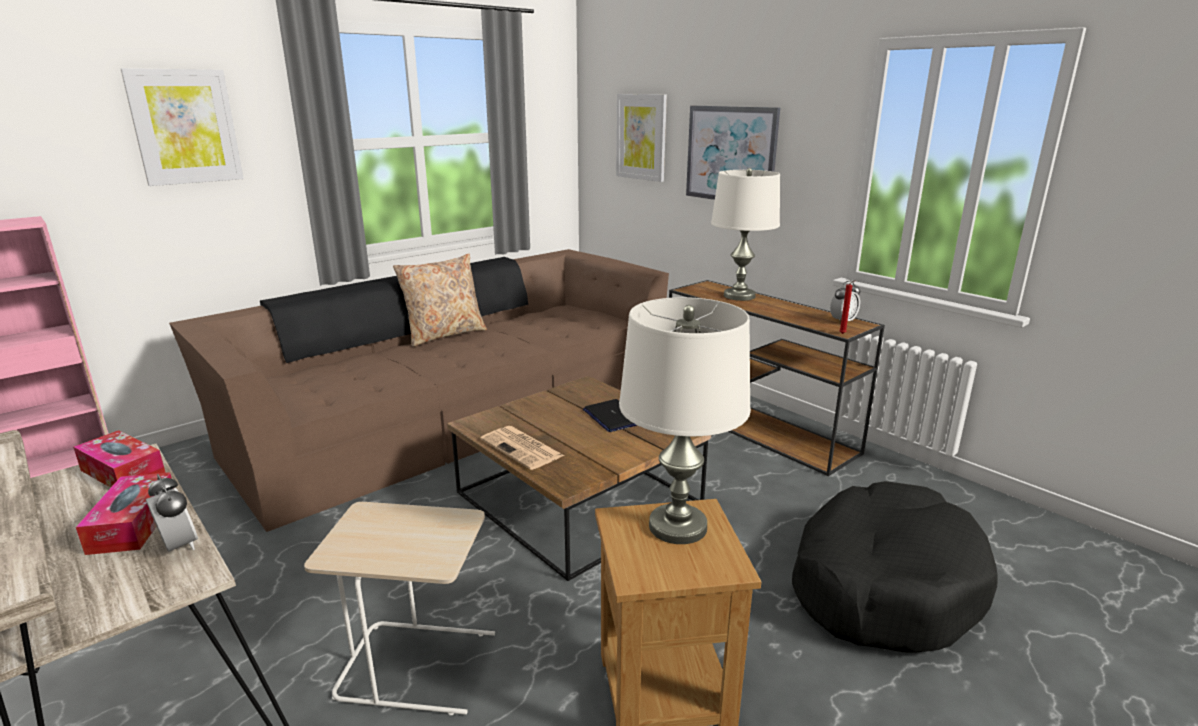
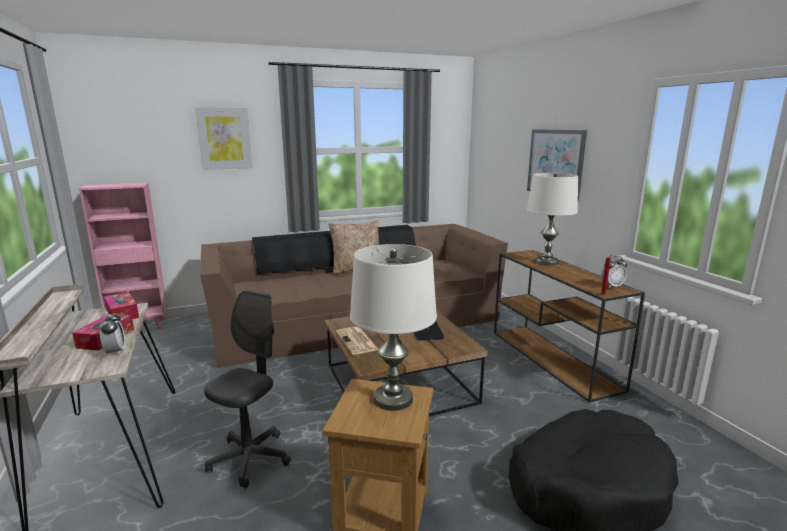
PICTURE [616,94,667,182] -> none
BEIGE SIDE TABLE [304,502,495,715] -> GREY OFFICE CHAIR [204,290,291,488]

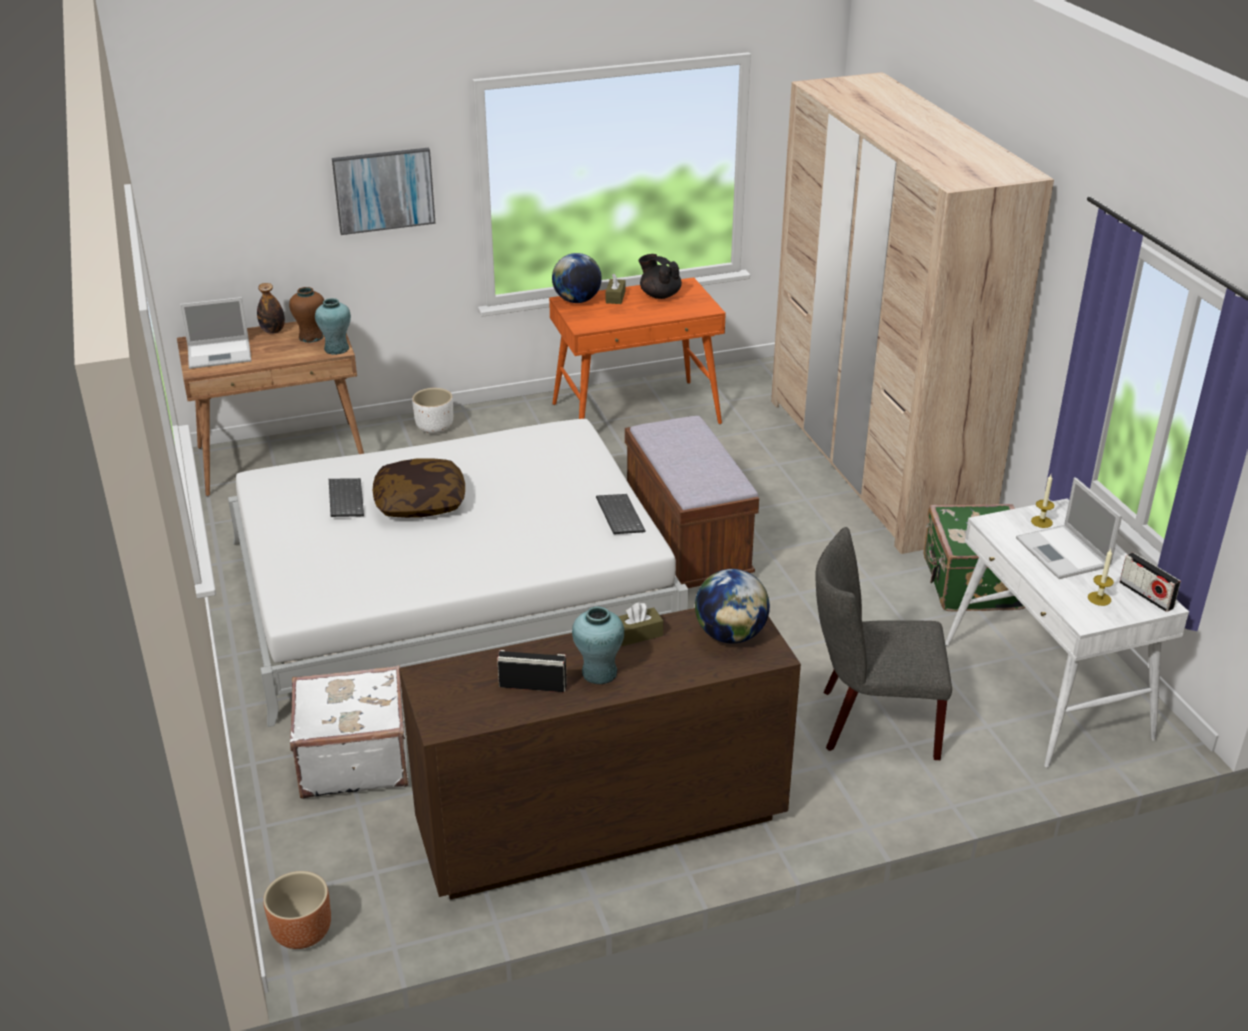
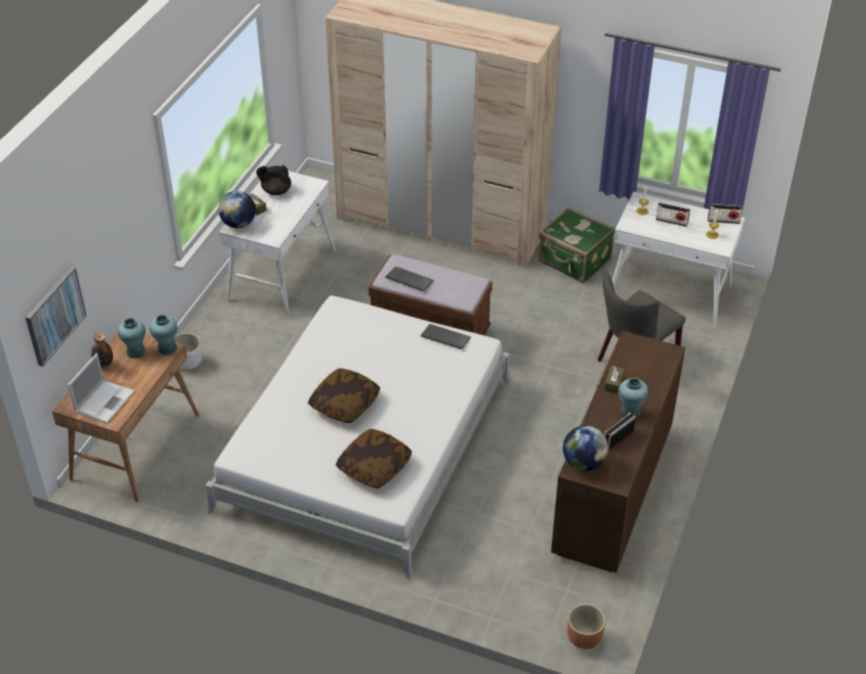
PICTURE [332,148,436,235] -> PICTURE [25,267,87,367], relocated
ORANGE DESK [549,277,726,424] -> WHITE DESK [219,171,336,317]
BROWN VASE [289,287,324,343] -> TURQUOISE VASE [118,318,146,358]
KEYBOARD [329,478,364,517] -> KEYBOARD [385,266,434,291], relocated
LAPTOP [1016,478,1122,579] -> RADIO [656,203,690,227]
GLOBE [695,569,770,643] -> GLOBE [563,426,608,471], relocated
WHITE SUITCASE [290,665,409,799] -> none
none -> PILLOW [335,429,412,489]

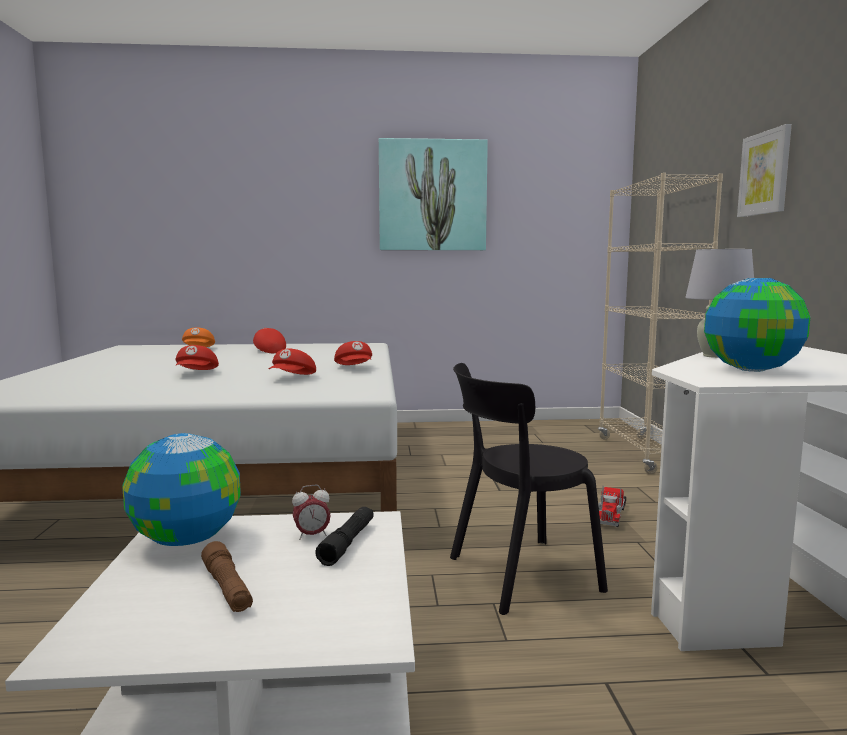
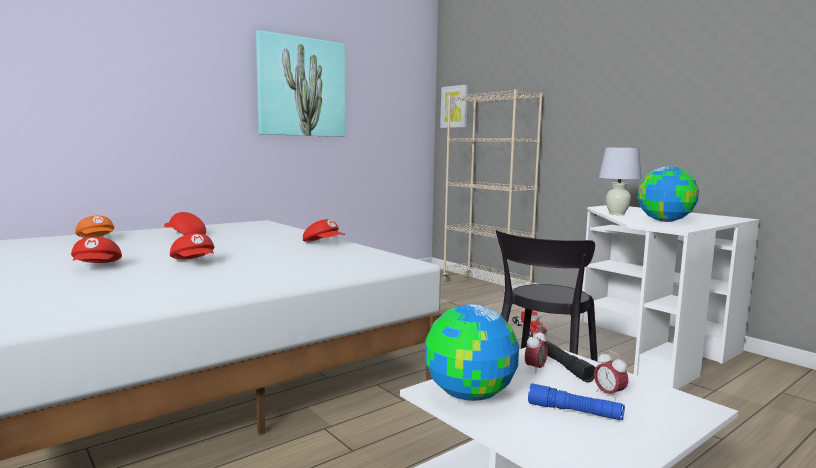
PICTURE [737,124,792,217] -> PICTURE [440,85,468,128], relocated
RED CAP [269,349,316,375] -> RED CAP [71,237,122,263], relocated
BROWN FLASHLIGHT [201,541,253,612] -> BLUE FLASHLIGHT [528,383,625,420]
none -> ALARM CLOCK [594,350,628,401]

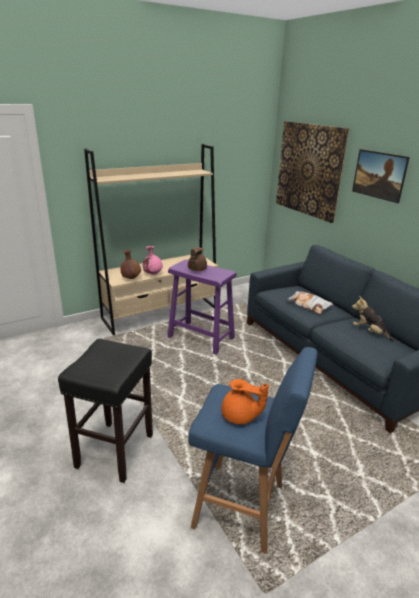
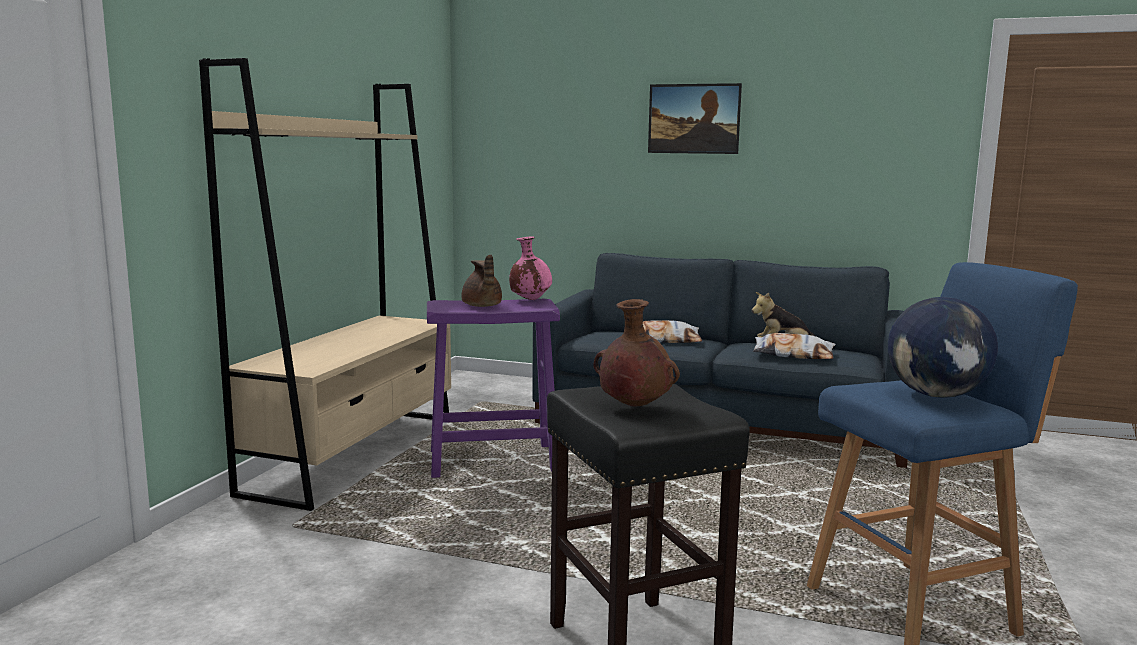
PICTURE [276,121,349,223] -> none
PINK VASE [143,246,163,275] -> PINK VASE [509,236,552,300], relocated
BROWN VASE [121,250,141,279] -> BROWN VASE [594,299,680,406], relocated
ORANGE TEAPOT [222,379,269,424] -> GLOBE [888,297,998,398]
none -> PILLOW [753,333,836,359]

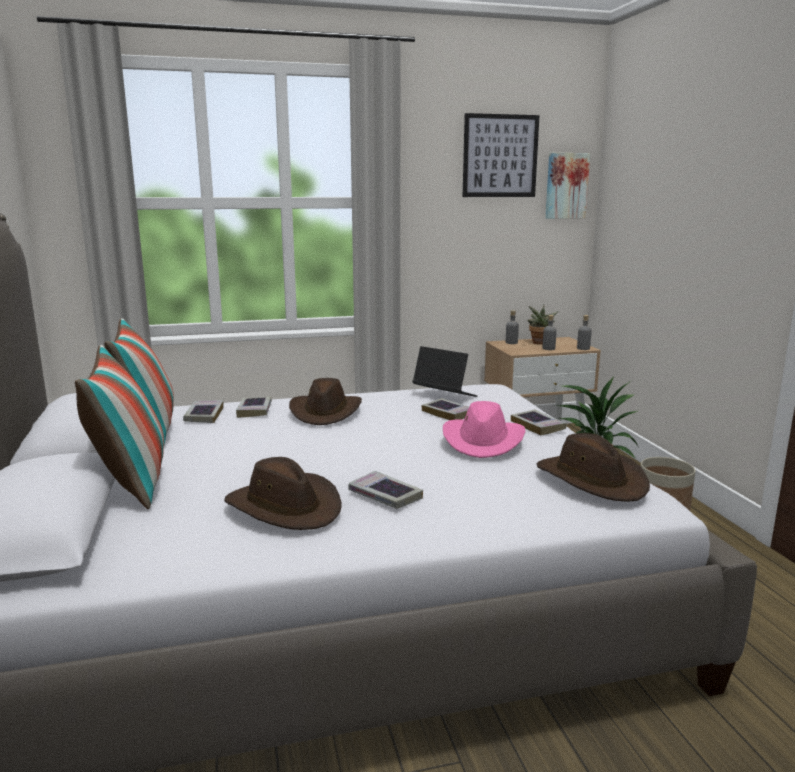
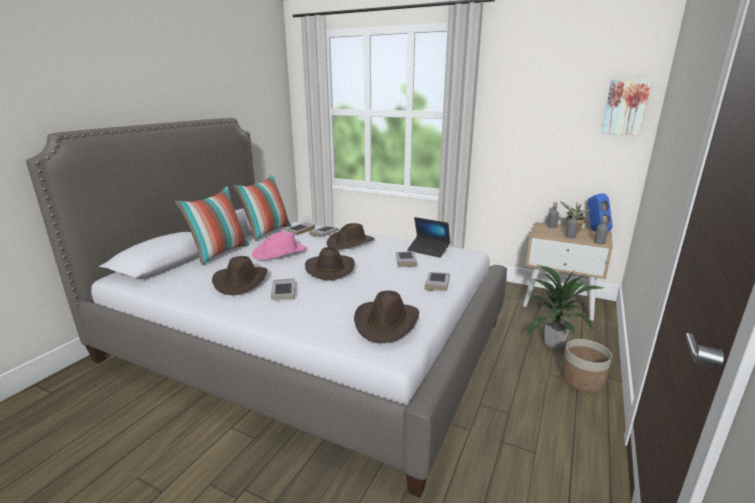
PICTURE [463,113,540,197] -> none
LAPTOP [412,346,478,397] -> LAPTOP [407,217,450,258], 135 degrees clockwise
PINK HAT [443,401,526,458] -> PINK HAT [252,232,306,260], relocated
none -> BLUE SPEAKER [587,193,613,232]
none -> BROWN HAT [305,247,355,281]

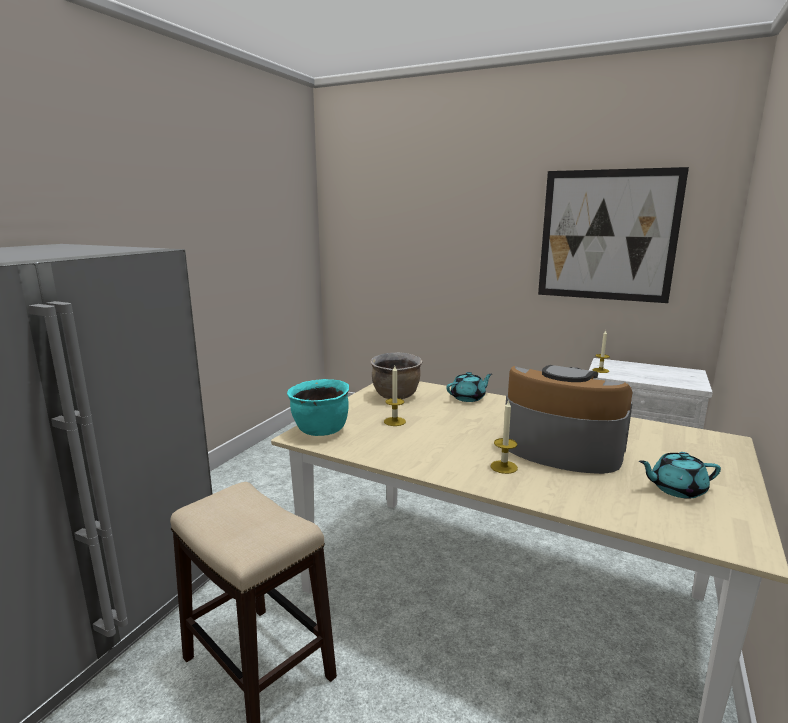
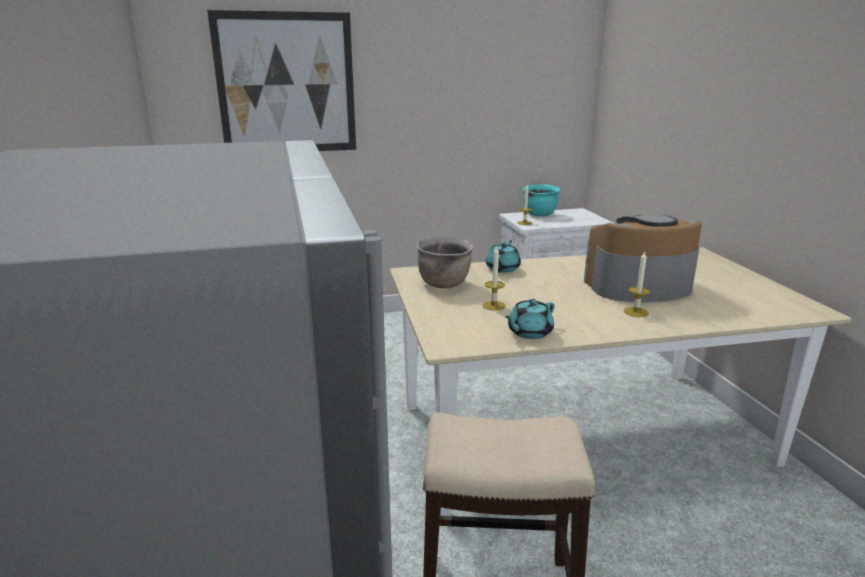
PICTURE [538,167,689,303] -> PICTURE [207,10,356,151], relocated
TURQUOISE COOKING POT [287,379,349,436] -> TURQUOISE COOKING POT [523,184,561,216], relocated
TURQUOISE TEAPOT [639,452,721,499] -> TURQUOISE TEAPOT [505,299,555,339], relocated

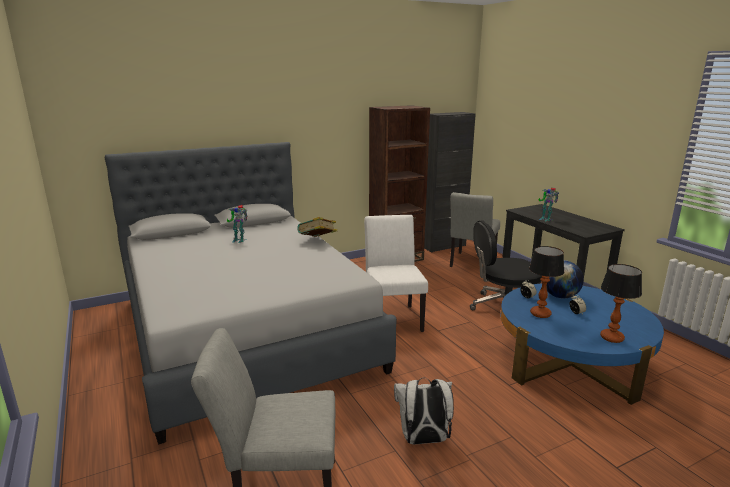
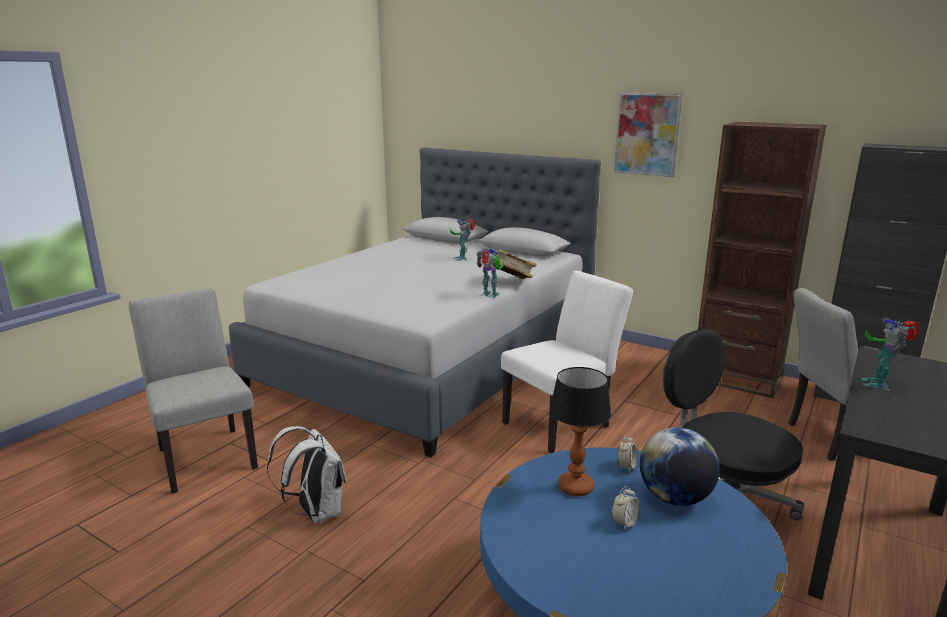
TABLE LAMP [600,264,642,343] -> none
none -> PICTURE [614,93,682,177]
none -> TOY ROBOT [476,248,504,298]

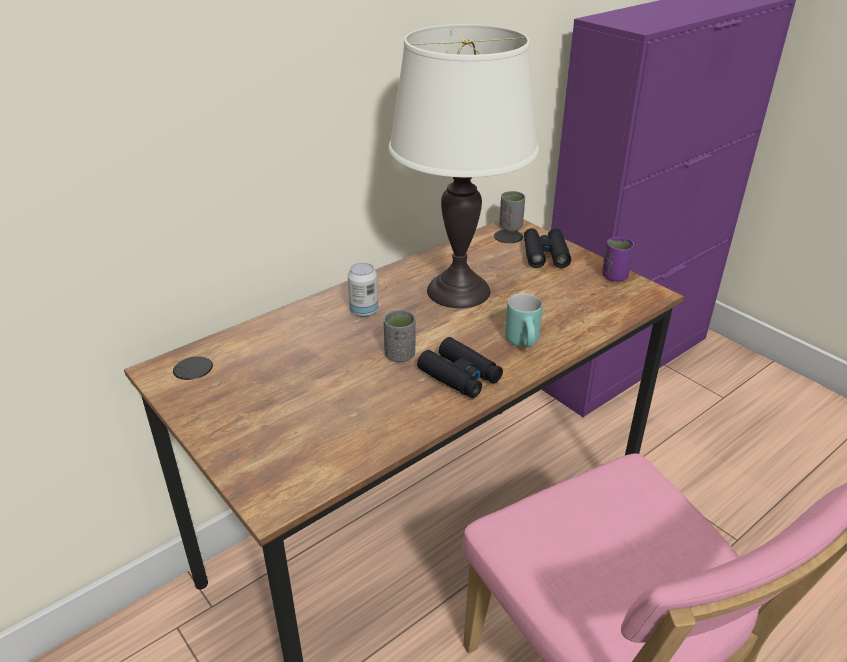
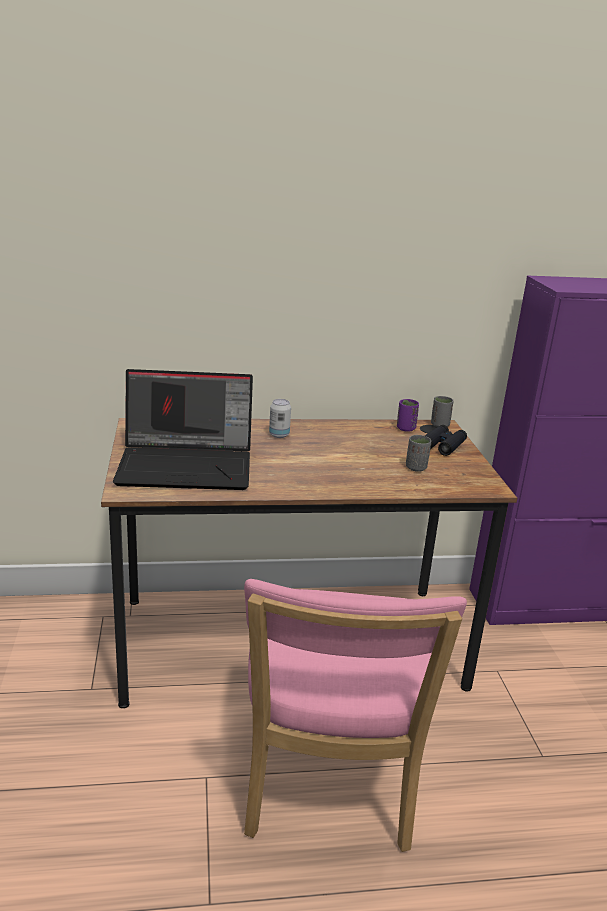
WHITE TABLE LAMP [388,24,539,308] -> none
PURPLE CUP [602,237,634,282] -> PURPLE CUP [397,399,419,432], relocated
TURQUOISE MUG [505,293,543,348] -> none
GREY CUP [384,310,416,362] -> GREY CUP [406,435,431,472], relocated
BLACK BINOCULARS [417,337,503,398] -> none
none -> LAPTOP [113,369,253,490]

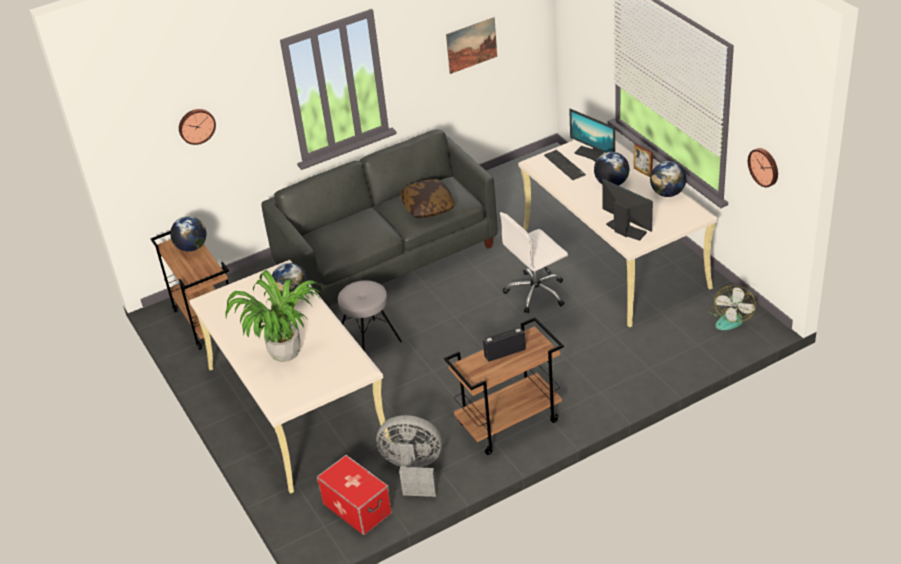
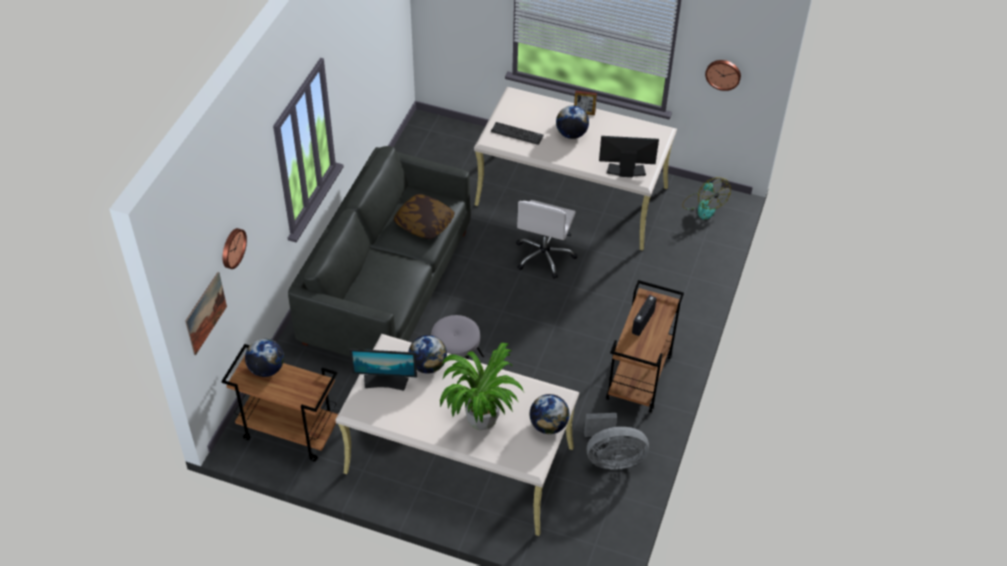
PICTURE [446,17,497,74] -> PICTURE [185,272,227,355], relocated
MONITOR [569,109,615,162] -> MONITOR [349,349,417,391], relocated
GLOBE [650,161,686,197] -> GLOBE [530,394,569,434], relocated
GREY FAN [376,415,442,497] -> GREY FAN [584,413,649,469], 150 degrees counterclockwise
STORAGE BOX [317,455,392,535] -> none

